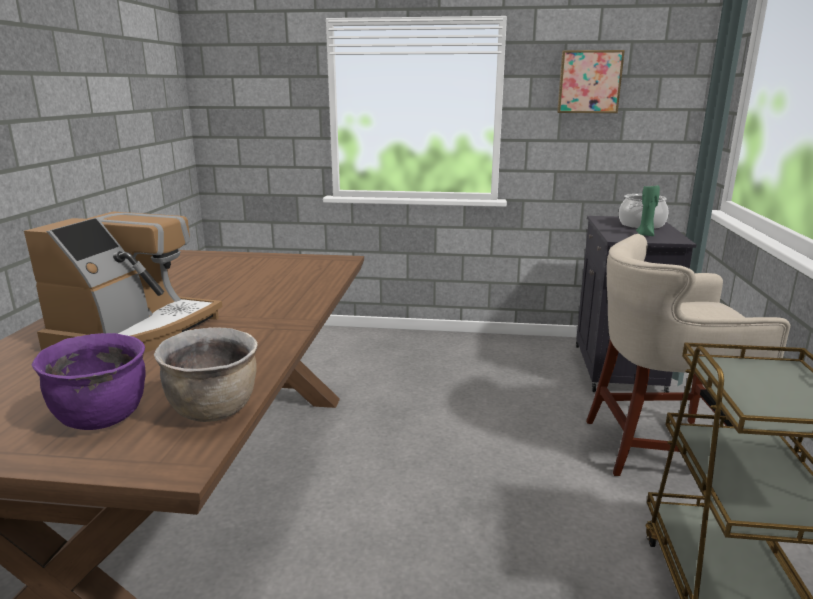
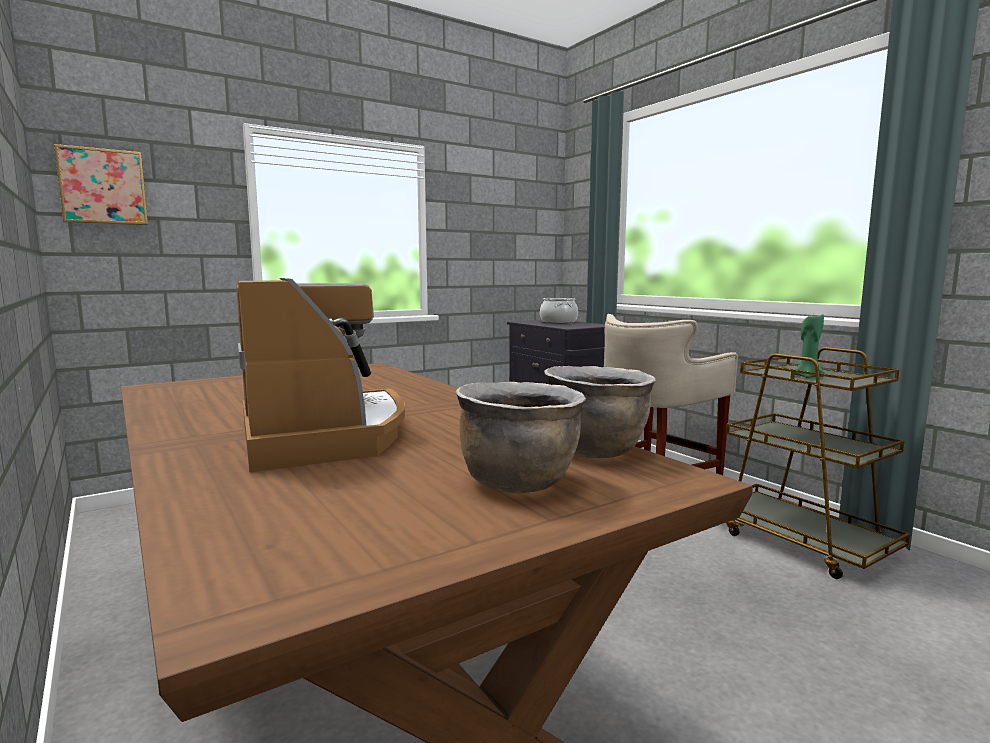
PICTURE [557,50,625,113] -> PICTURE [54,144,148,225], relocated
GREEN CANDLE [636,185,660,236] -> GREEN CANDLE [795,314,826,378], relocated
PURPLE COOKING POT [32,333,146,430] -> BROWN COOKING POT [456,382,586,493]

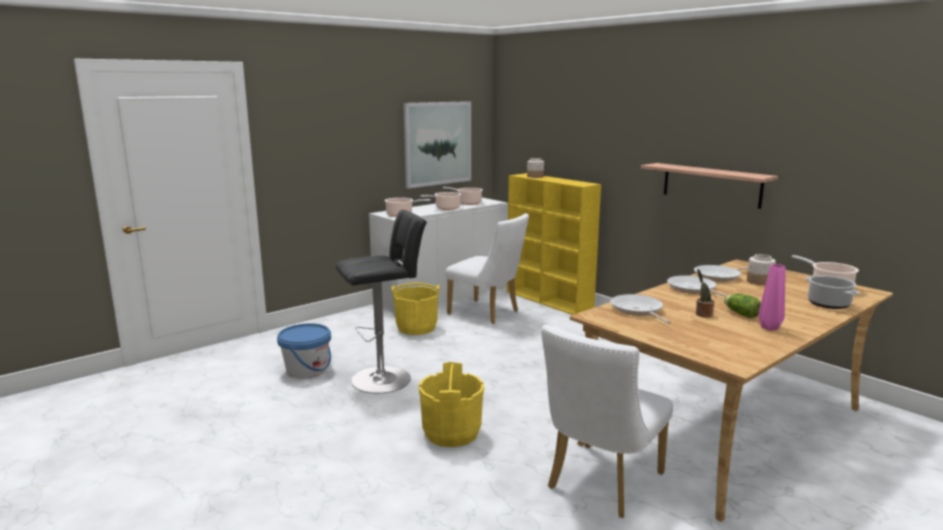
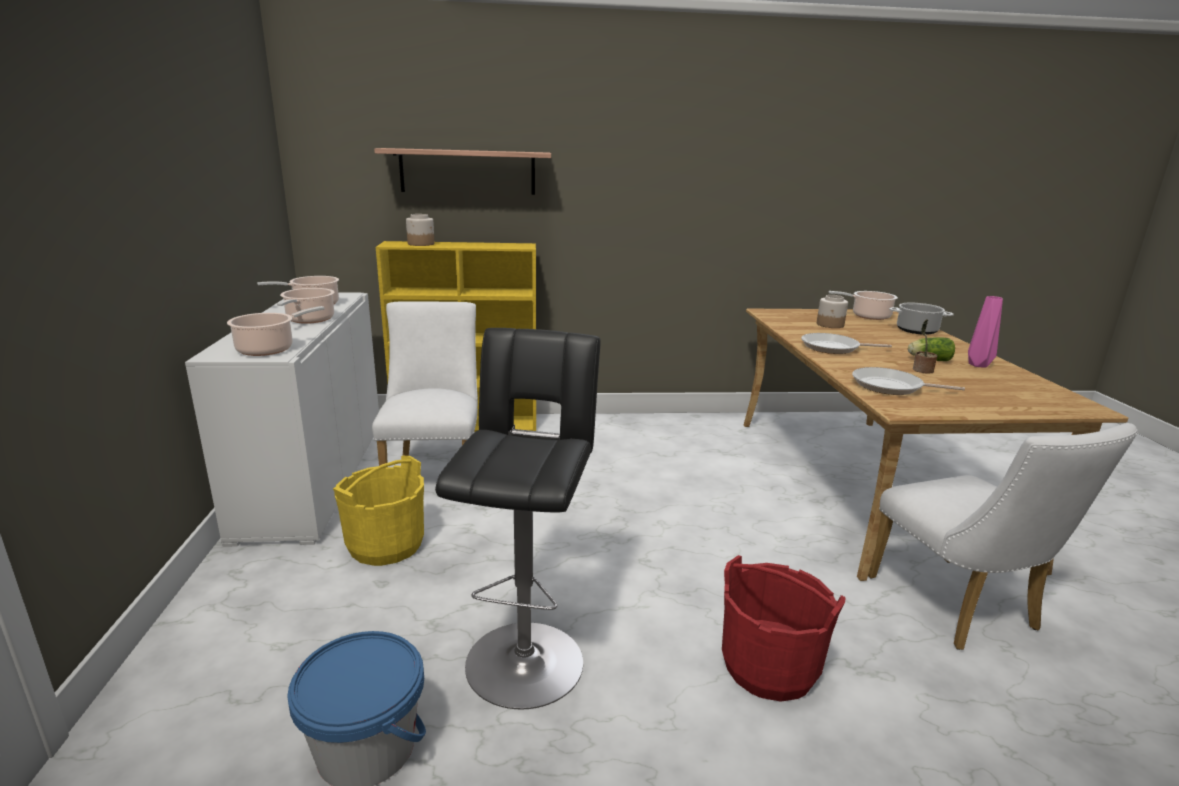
PICTURE [403,101,471,188] -> none
SHELF [641,163,778,209] -> SHELF [374,148,551,195], relocated
WHITE CHAIR [446,213,529,324] -> WHITE CHAIR [372,301,478,466], 75 degrees counterclockwise
FRYING PAN [694,265,748,282] -> none
YELLOW BUCKET [419,362,484,447] -> RED BUCKET [722,555,846,702]

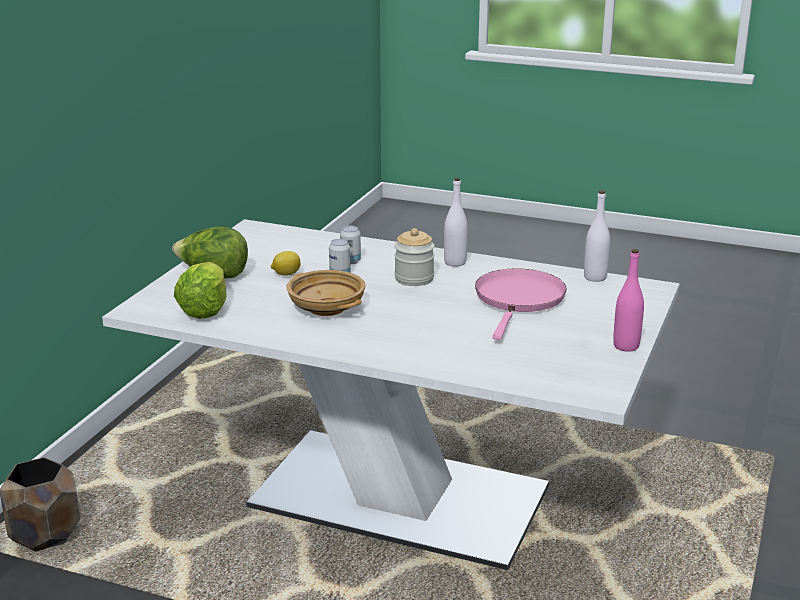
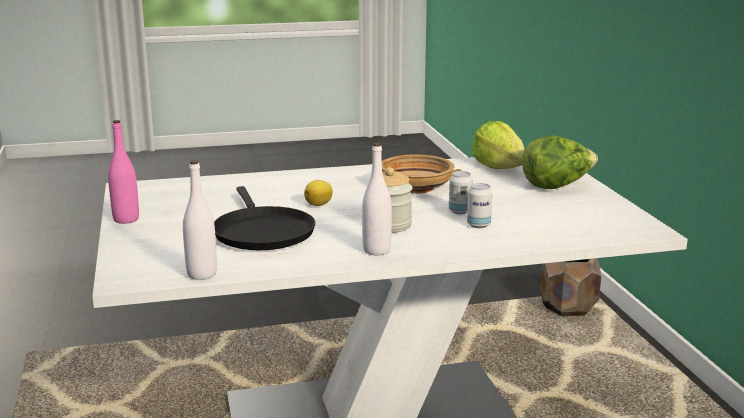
LEMON [271,251,301,276] -> LEMON [304,180,333,206], relocated
PINK FRYING PAN [475,268,567,340] -> BLACK FRYING PAN [214,186,315,250]

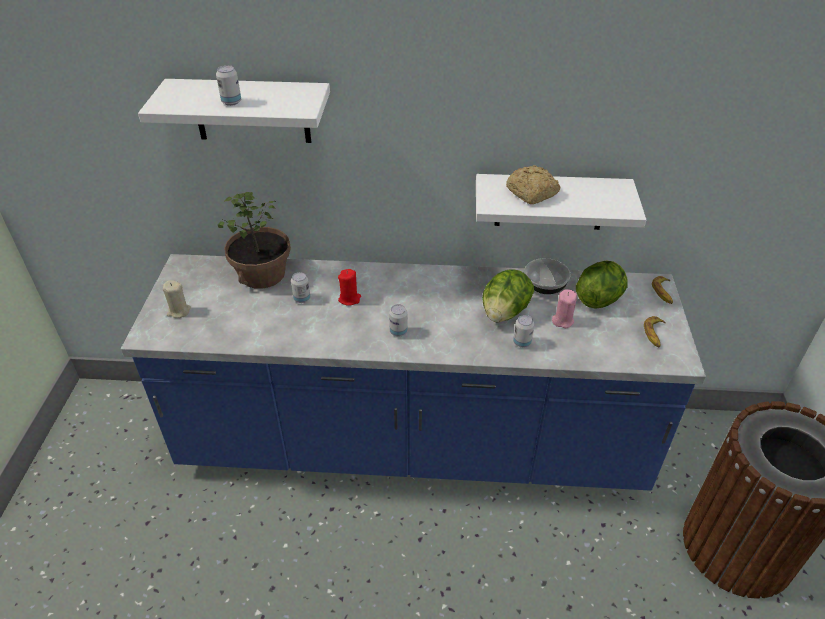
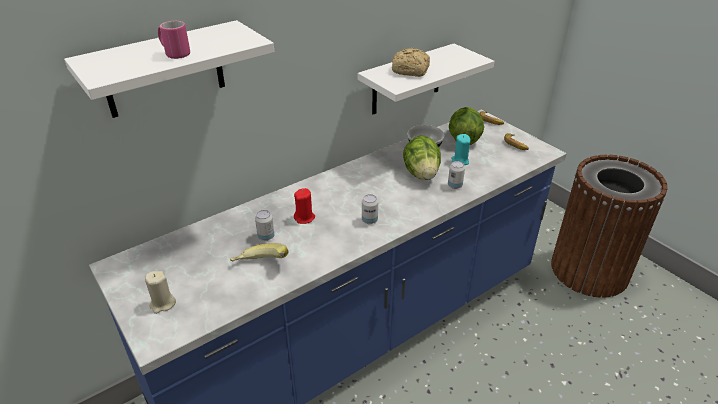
CAN [216,65,241,106] -> PINK MUG [158,21,190,59]
POTTED PLANT [218,192,291,289] -> none
PINK CANDLE [552,289,577,328] -> TURQUOISE CANDLE [451,134,471,165]
none -> BANANA [230,243,288,261]

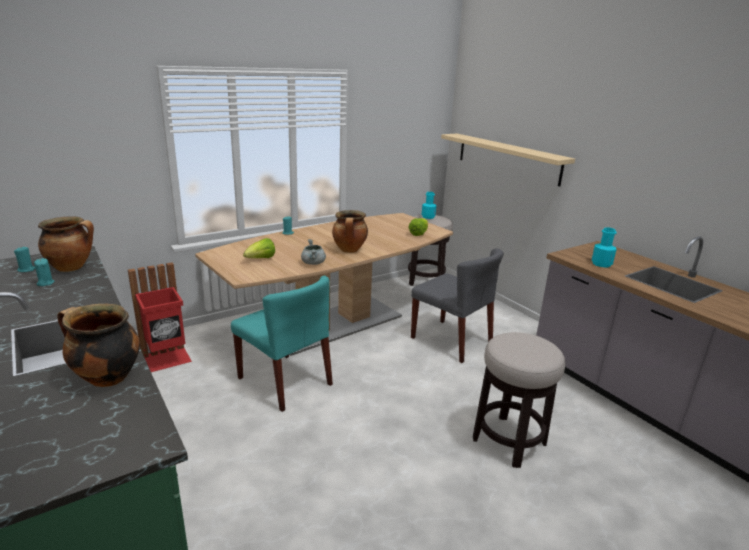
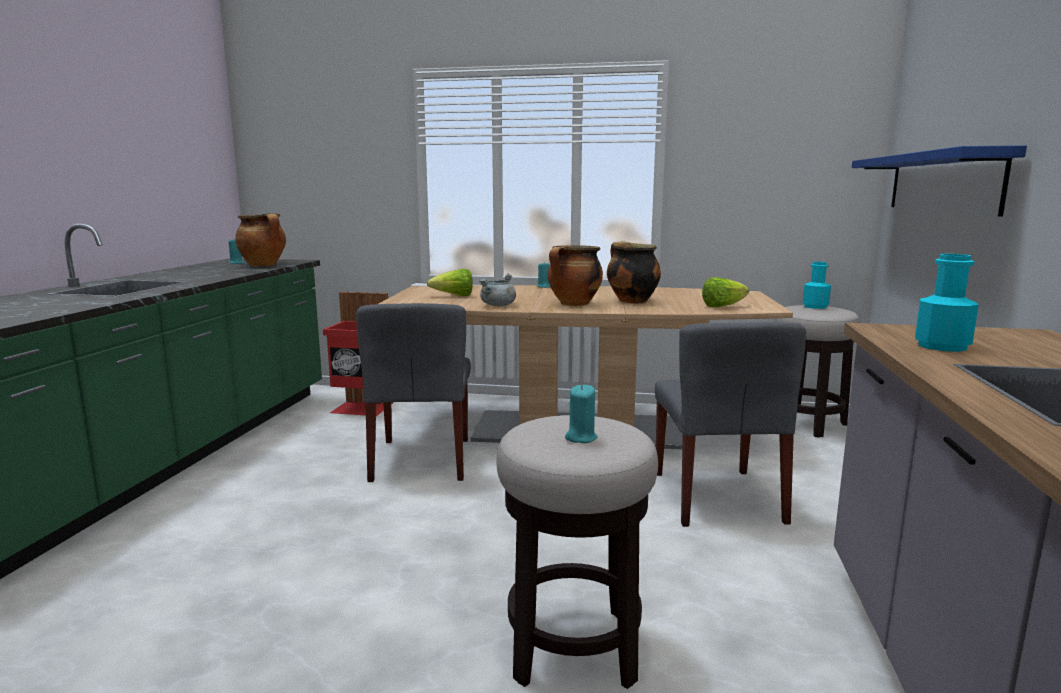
BEIGE SHELF [441,133,575,187] -> BLUE SHELF [852,145,1027,217]
TURQUOISE CANDLE [34,258,54,286] -> TURQUOISE CANDLE [565,384,598,443], relocated
TURQUOISE CHAIR [231,276,333,412] -> GREY CHAIR [356,303,471,482]
COOKING POT [58,304,140,387] -> COOKING POT [607,241,661,304], relocated

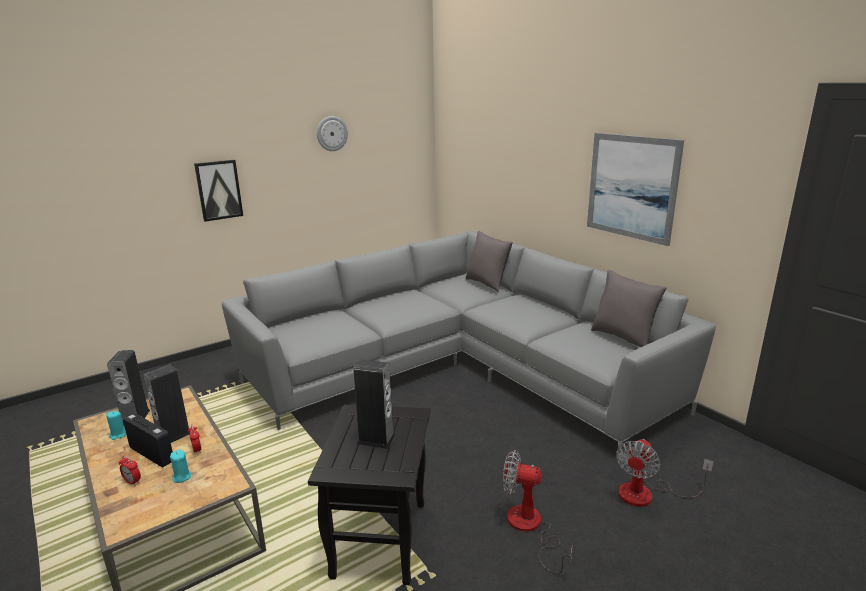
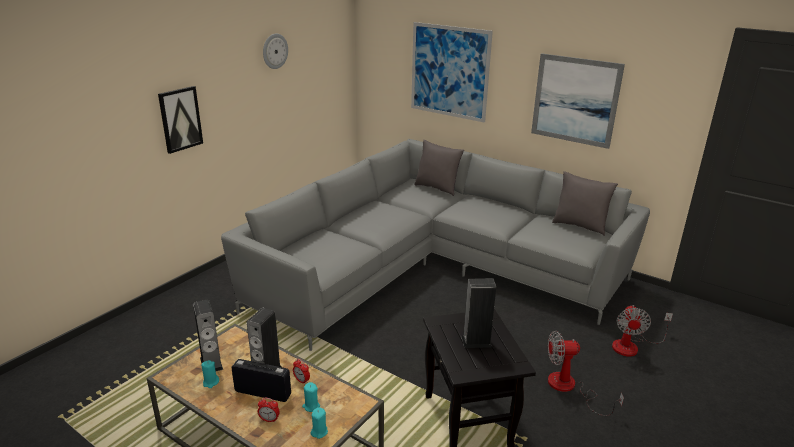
none -> PICTURE [411,22,493,123]
none -> TURQUOISE CANDLE [311,407,328,439]

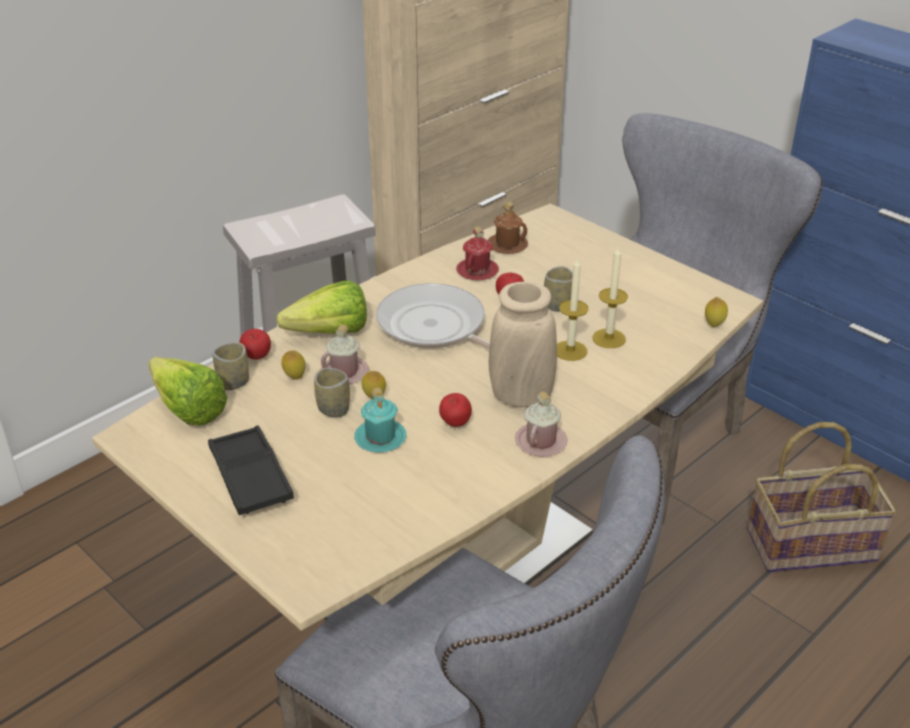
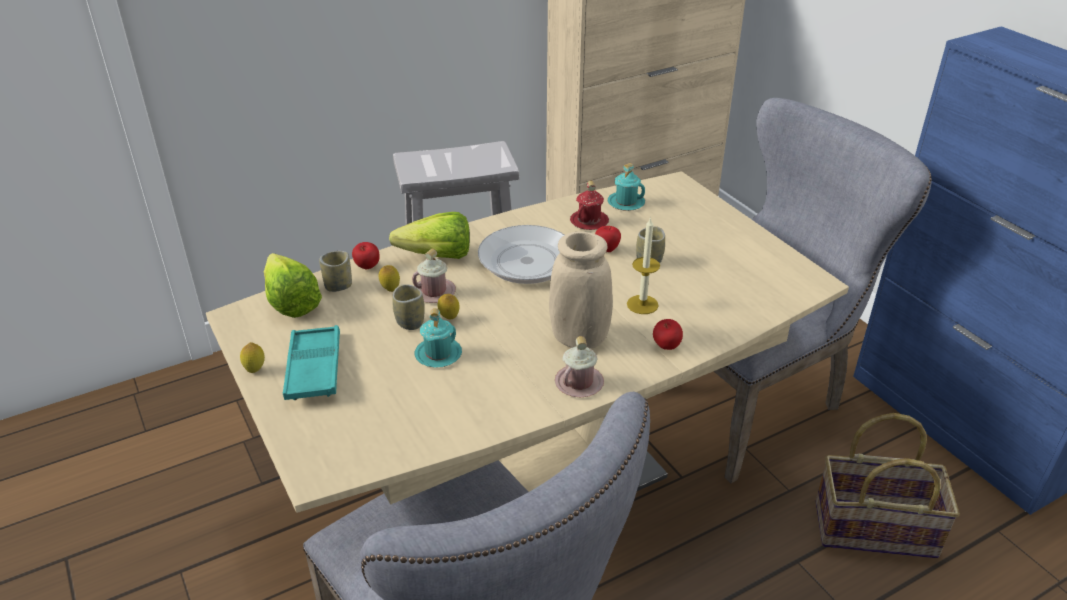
BROWN MUG [488,202,528,254] -> TURQUOISE MUG [608,163,645,211]
CANDLE [592,245,628,348] -> none
LEMON [705,297,728,327] -> LEMON [240,342,265,373], relocated
APPLE [439,393,472,427] -> APPLE [653,319,683,350], relocated
BLACK TRAY [208,425,294,515] -> TURQUOISE TRAY [283,325,340,400]

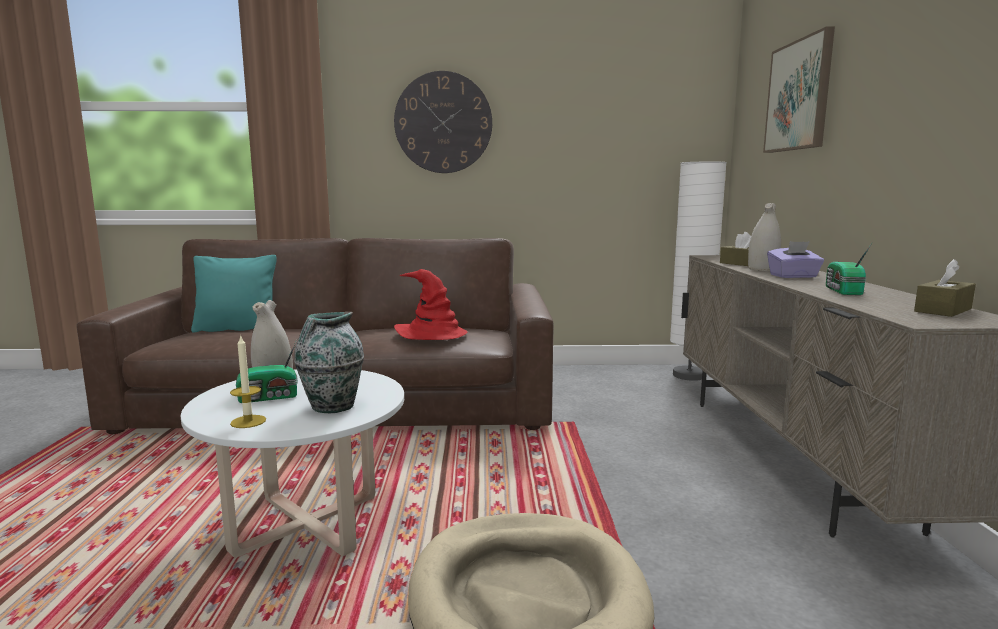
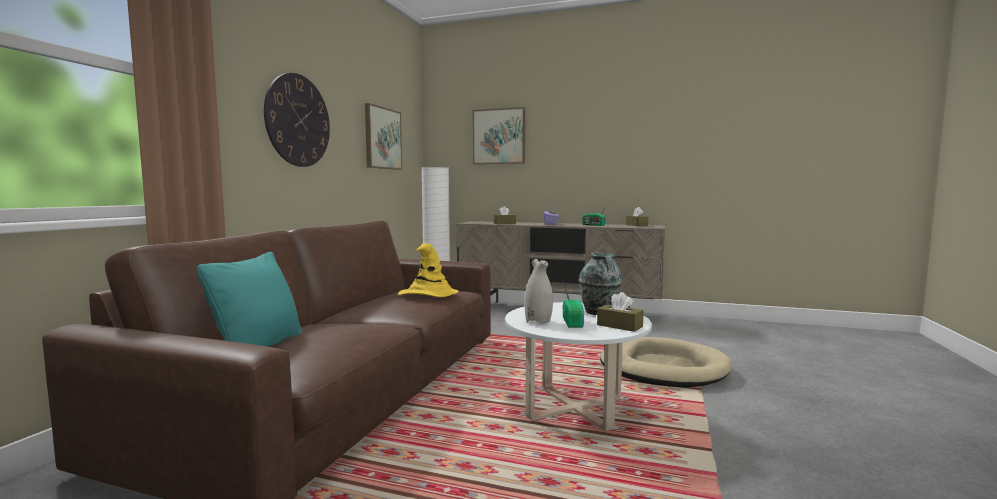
WHITE VASE [748,203,781,271] -> none
RED HAT [394,269,467,340] -> YELLOW HAT [398,243,458,297]
CANDLE [230,334,266,428] -> BROWN TISSUE BOX [597,292,644,332]
none -> PICTURE [365,103,402,170]

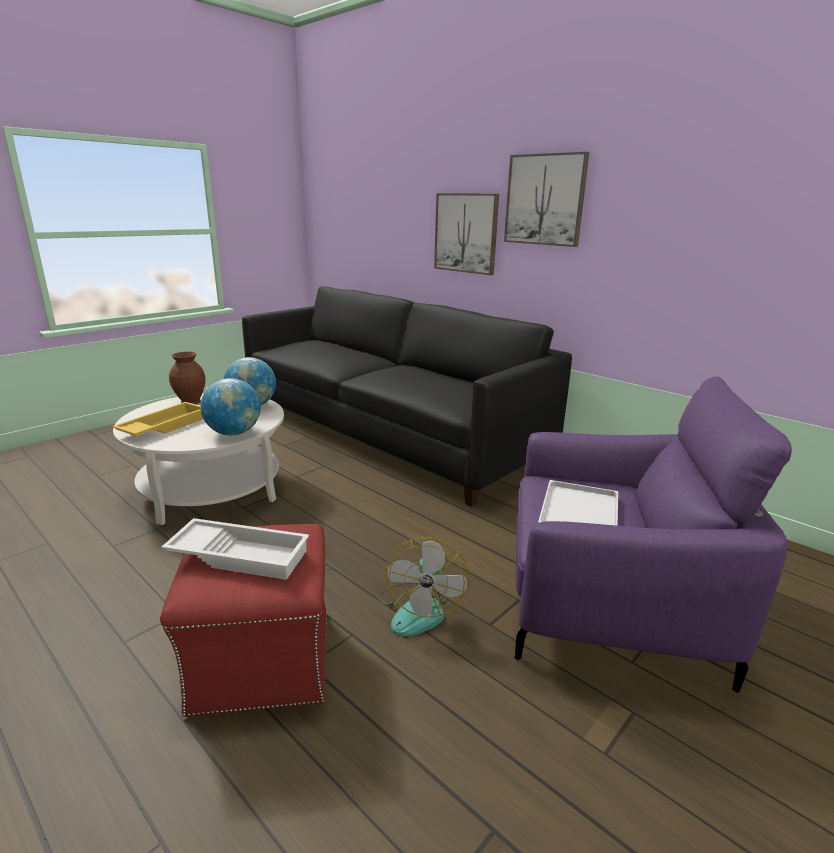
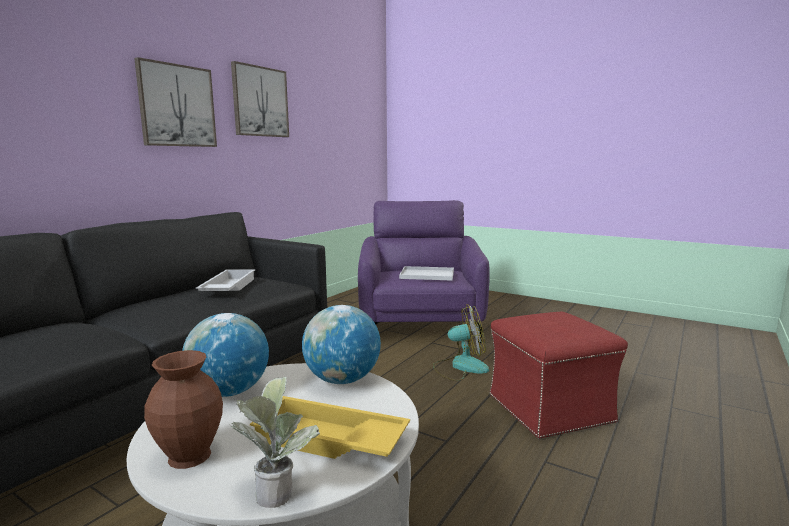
PICTURE [434,193,499,275] -> PICTURE [231,61,289,137], relocated
WHITE TRAY [162,518,309,580] -> WHITE TRAY [196,269,255,291], relocated
none -> POTTED PLANT [230,377,320,508]

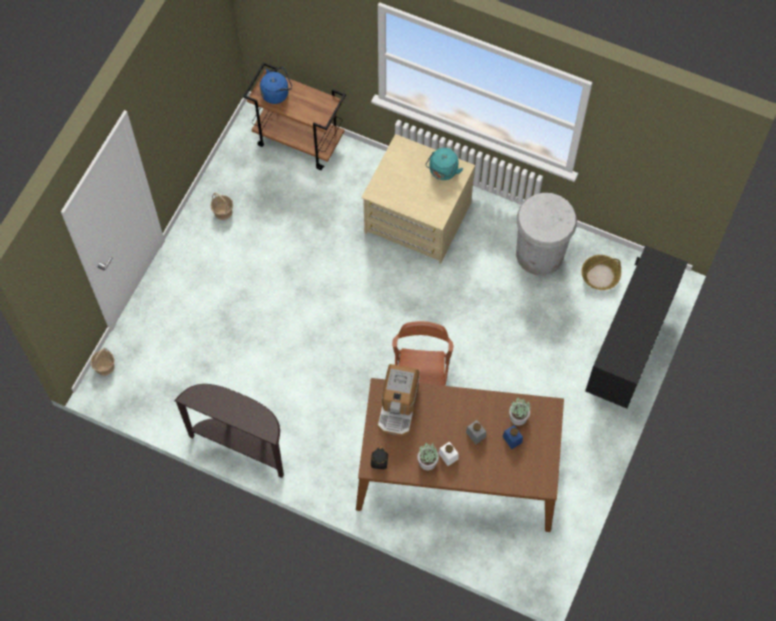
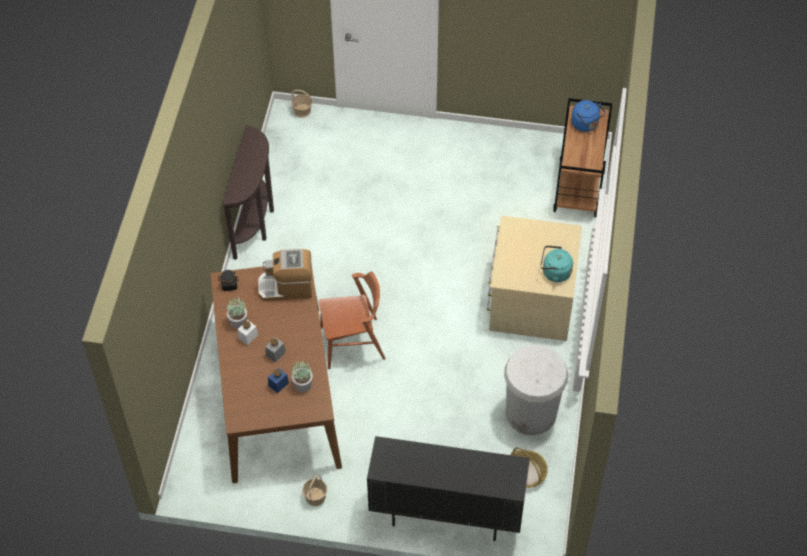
BASKET [210,193,233,220] -> BASKET [302,474,327,506], relocated

